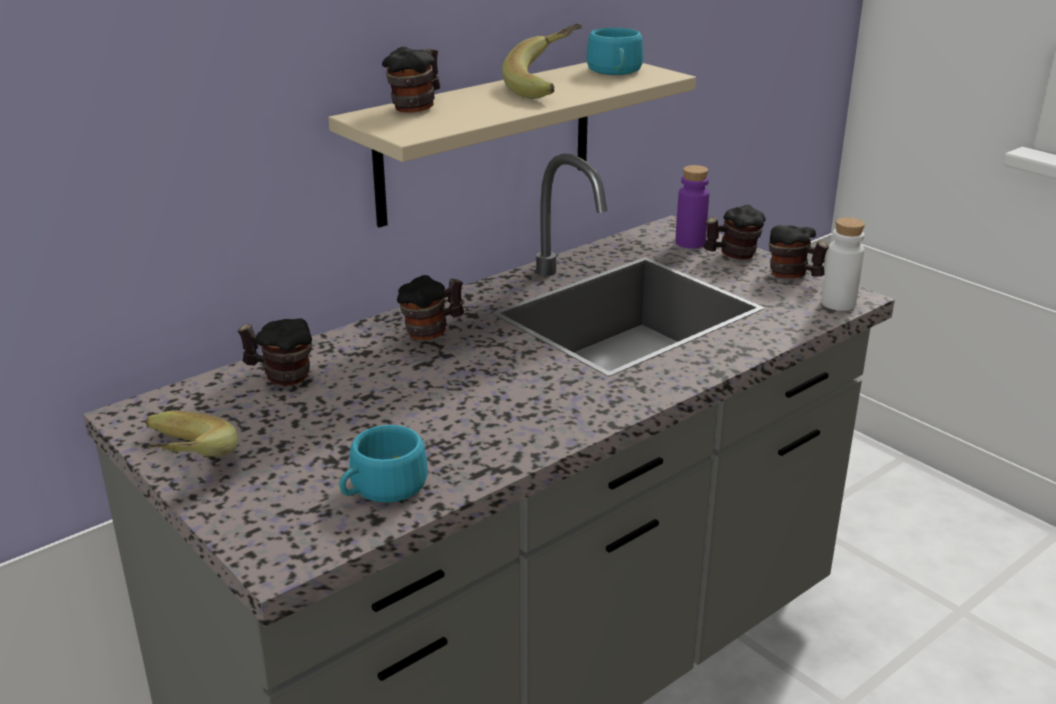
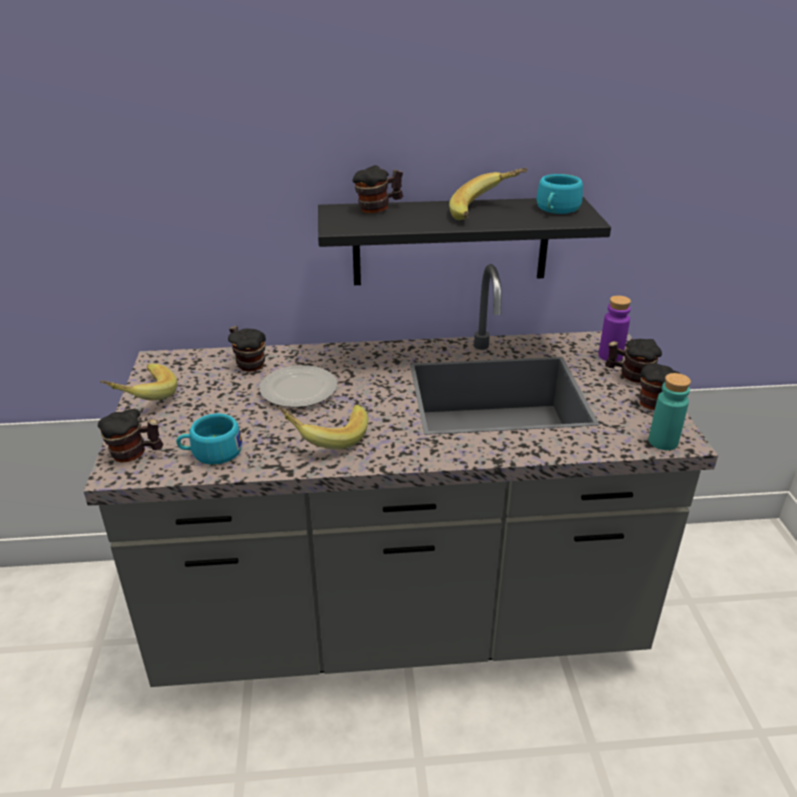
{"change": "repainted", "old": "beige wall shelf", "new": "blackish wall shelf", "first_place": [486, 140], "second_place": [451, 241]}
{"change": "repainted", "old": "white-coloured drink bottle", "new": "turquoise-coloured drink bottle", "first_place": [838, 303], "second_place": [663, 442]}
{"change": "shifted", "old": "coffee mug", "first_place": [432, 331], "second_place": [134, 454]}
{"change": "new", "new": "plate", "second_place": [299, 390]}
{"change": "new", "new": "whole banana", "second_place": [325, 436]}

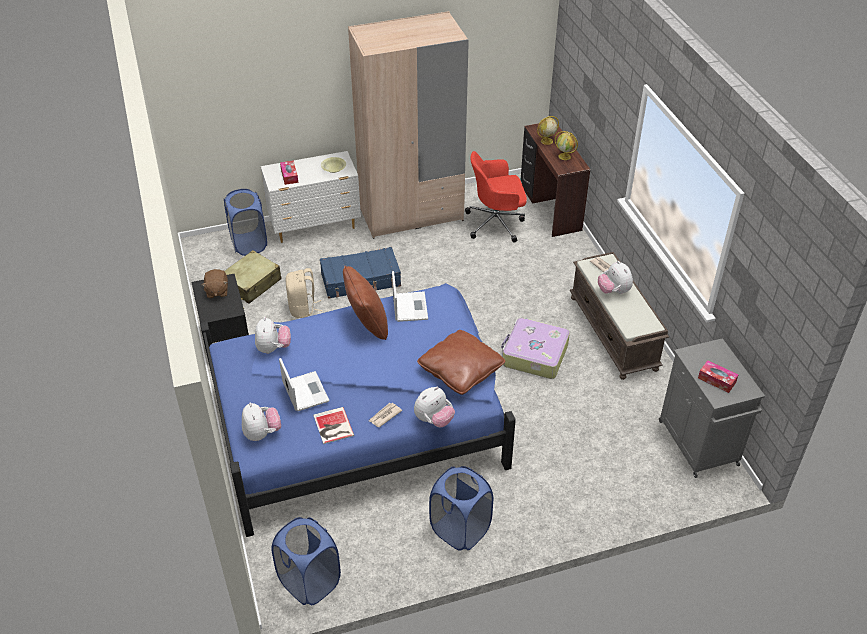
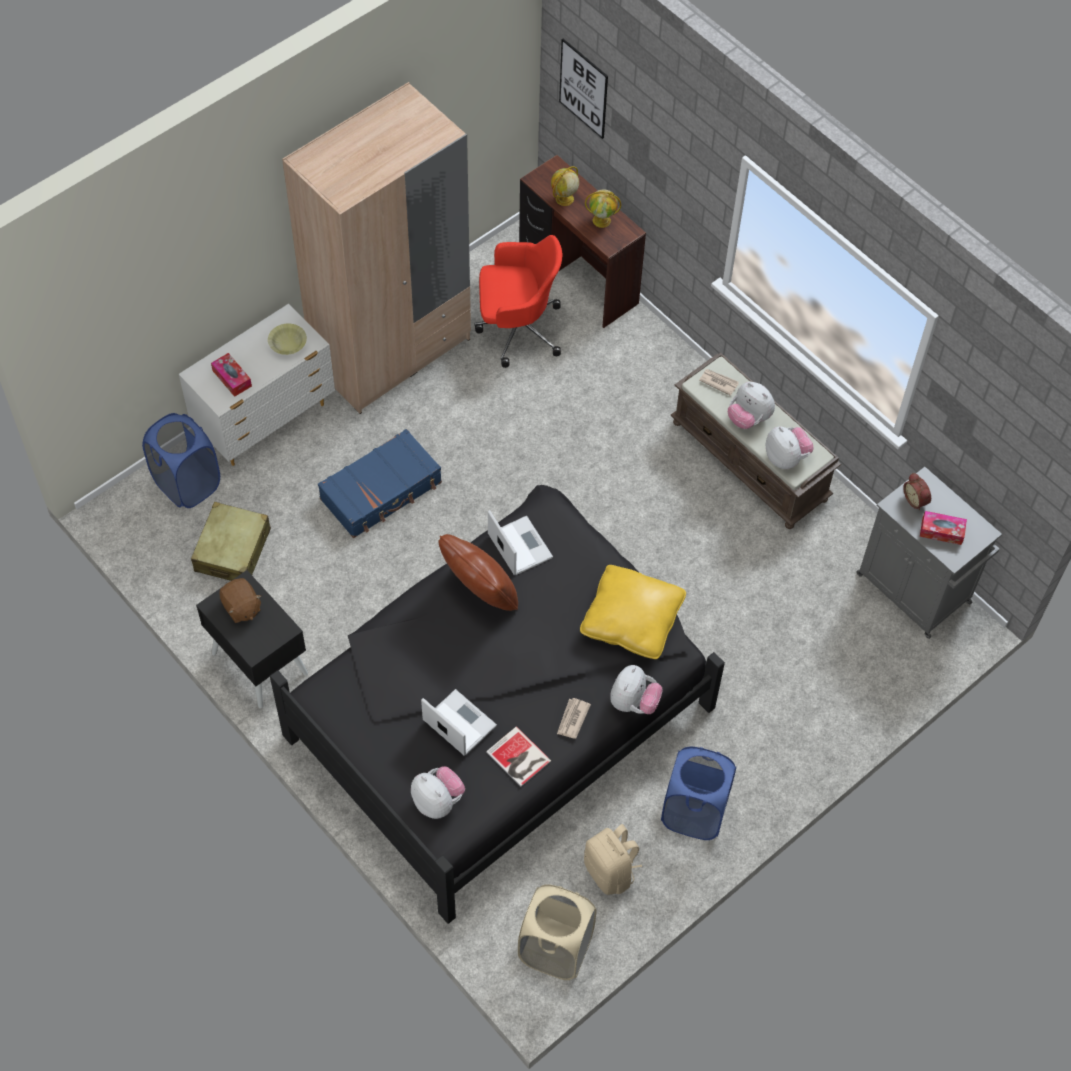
{"change": "rotated", "old": "reddish computer chair", "first_place": [496, 223], "second_place": [517, 329], "degrees": -150}
{"change": "shifted", "old": "beige rucksack", "first_place": [303, 308], "second_place": [610, 871]}
{"change": "repainted", "old": "blue-coloured bedroom bed", "new": "blackish bedroom bed", "first_place": [362, 419], "second_place": [499, 707]}
{"change": "shifted", "old": "soft toy", "first_place": [273, 348], "second_place": [786, 458]}
{"change": "gone", "old": "suitcase", "first_place": [534, 355]}
{"change": "repainted", "old": "brown-coloured throw pillow", "new": "yellow-coloured throw pillow", "first_place": [460, 370], "second_place": [631, 620]}
{"change": "repainted", "old": "blue-coloured hamper", "new": "beige hamper", "first_place": [309, 582], "second_place": [555, 949]}
{"change": "new", "new": "wall art", "second_place": [583, 88]}
{"change": "new", "new": "bedside clock", "second_place": [916, 499]}

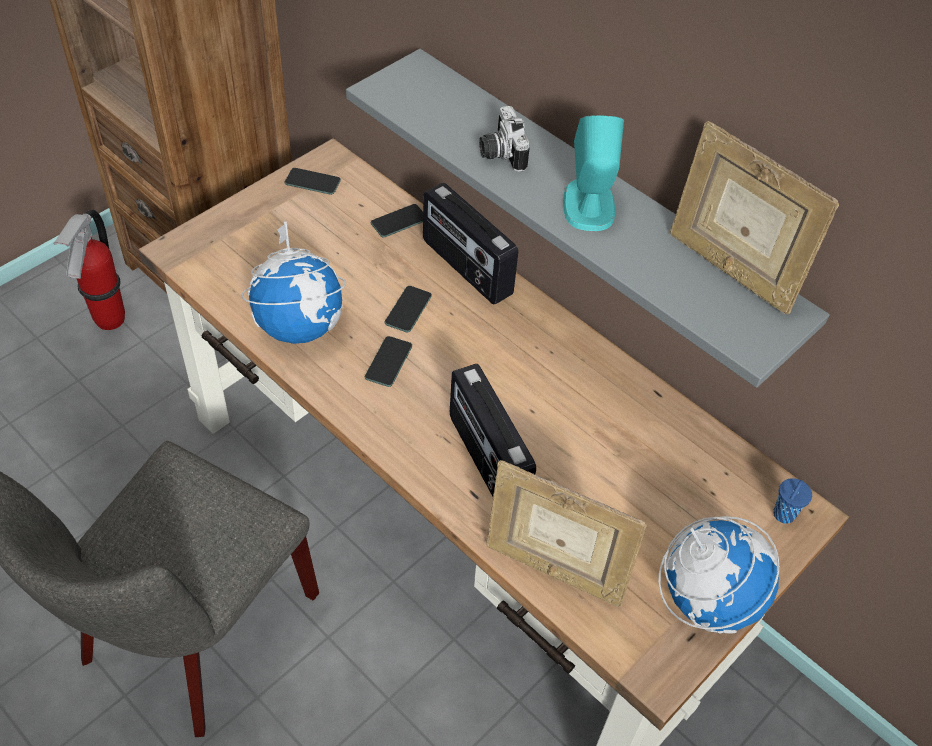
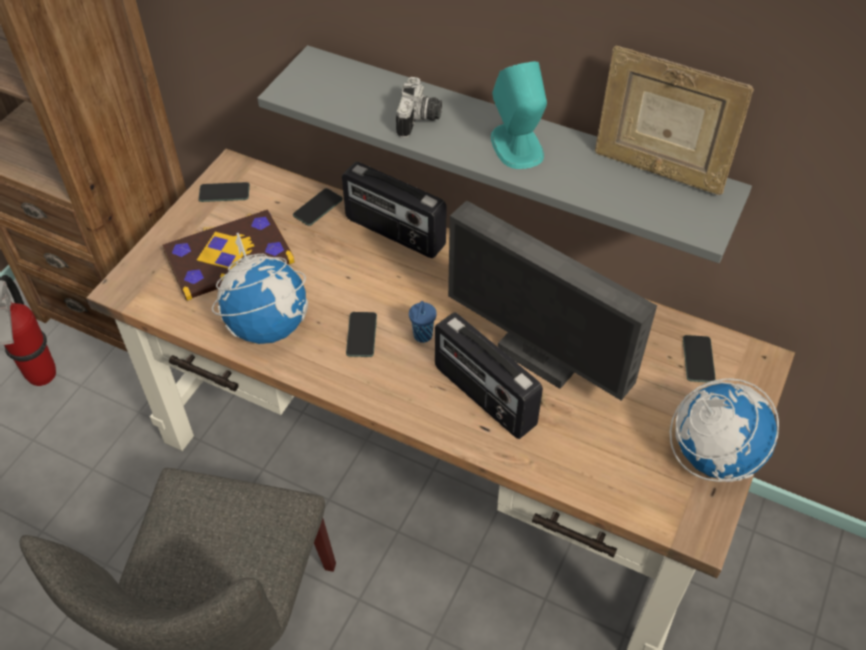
{"change": "rotated", "old": "still camera", "first_place": [499, 153], "second_place": [420, 120], "degrees": -135}
{"change": "shifted", "old": "handset", "first_place": [408, 309], "second_place": [698, 359]}
{"change": "gone", "old": "picture frame", "first_place": [553, 569]}
{"change": "shifted", "old": "blue-coloured drinking cup", "first_place": [783, 515], "second_place": [422, 336]}
{"change": "new", "new": "computer screen", "second_place": [537, 359]}
{"change": "new", "new": "bound book", "second_place": [228, 256]}

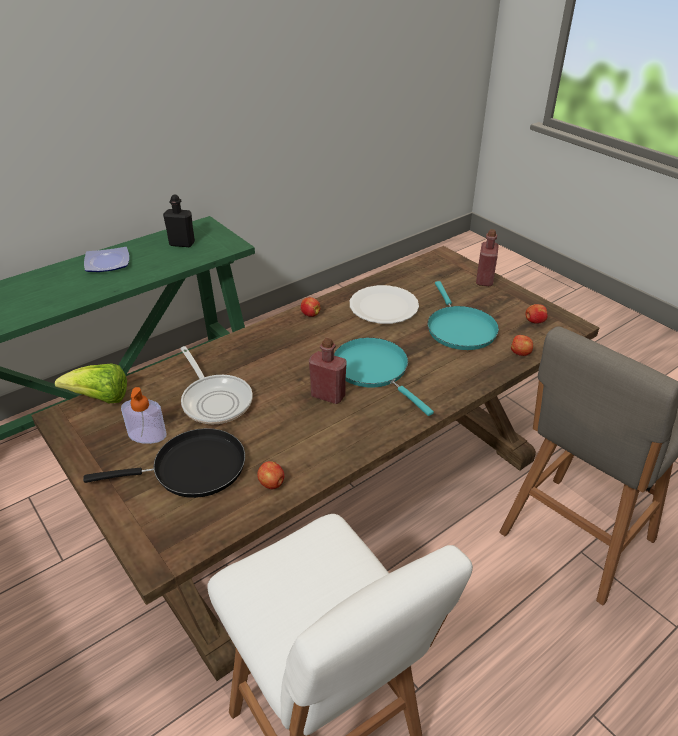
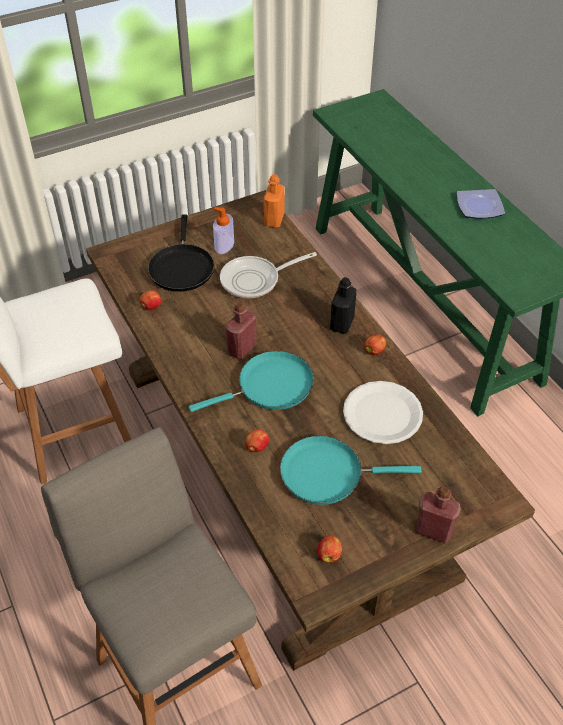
{"change": "shifted", "old": "blackish drink bottle", "first_place": [182, 243], "second_place": [342, 324]}
{"change": "shifted", "old": "whole apple", "first_place": [520, 353], "second_place": [256, 447]}
{"change": "swapped", "old": "lettuce head", "new": "orange drink bottle", "first_place": [100, 398], "second_place": [274, 220]}

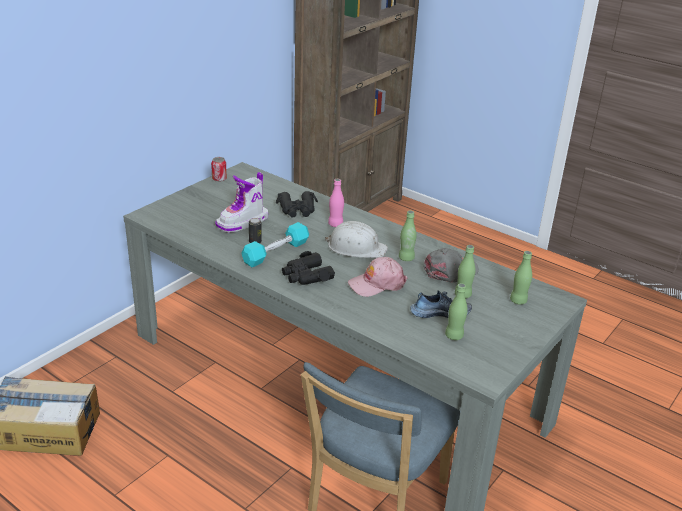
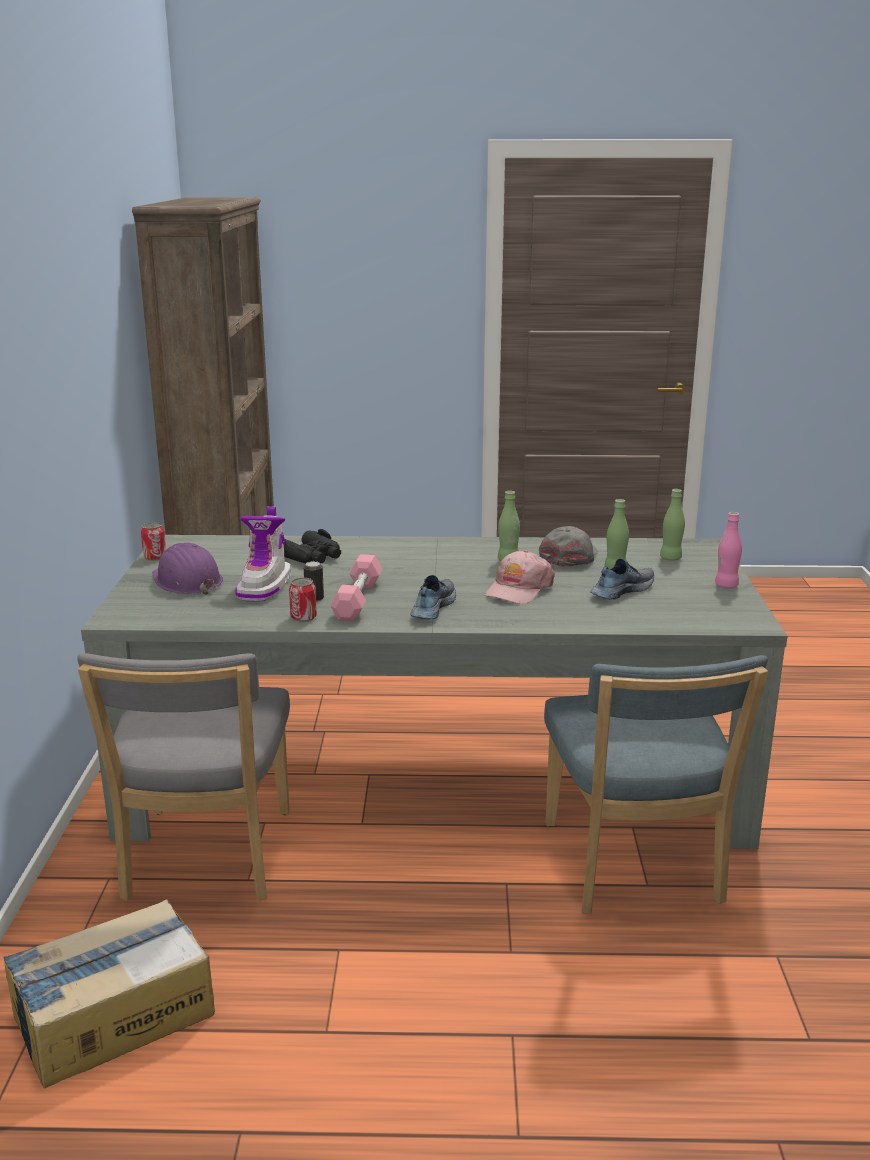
{"change": "shifted", "old": "pink-coloured drink bottle", "first_place": [335, 224], "second_place": [726, 585]}
{"change": "gone", "old": "white-coloured work helmet", "first_place": [356, 248]}
{"change": "repainted", "old": "turquoise-coloured hand weight", "new": "pink-coloured hand weight", "first_place": [276, 252], "second_place": [358, 600]}
{"change": "swapped", "old": "blackish field glasses", "new": "shoe", "first_place": [306, 276], "second_place": [431, 608]}
{"change": "gone", "old": "green drink bottle", "first_place": [454, 336]}
{"change": "new", "new": "purplish work helmet", "second_place": [186, 581]}
{"change": "new", "new": "can", "second_place": [303, 617]}
{"change": "new", "new": "greyish upright chair", "second_place": [205, 860]}

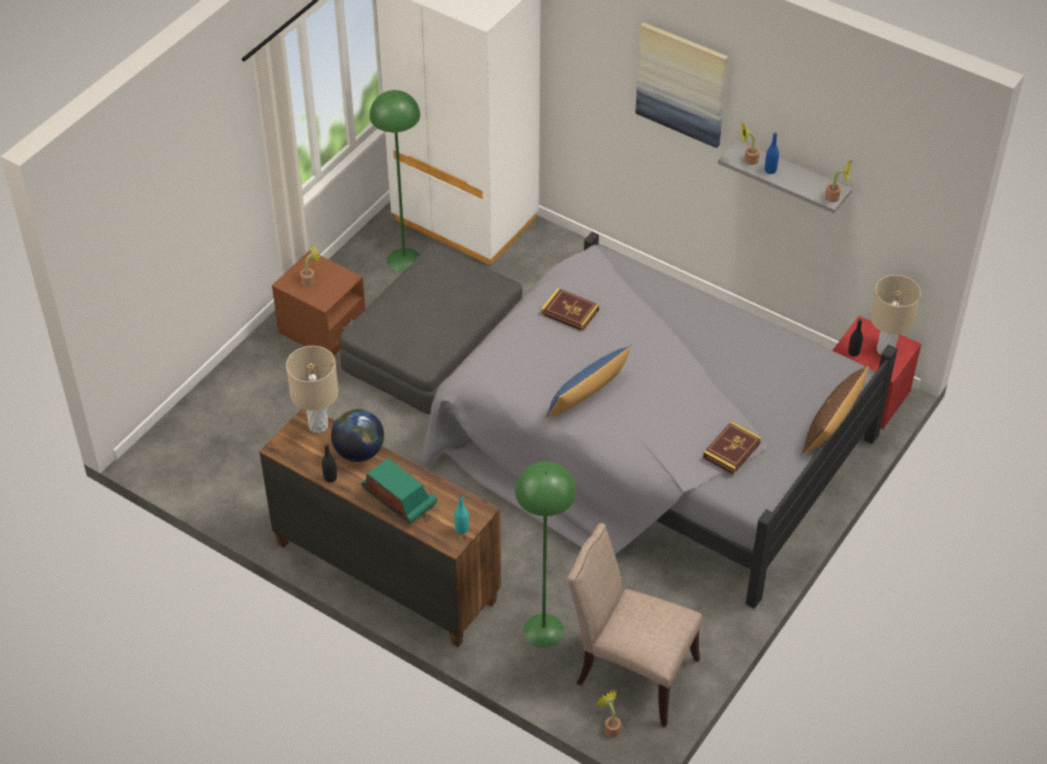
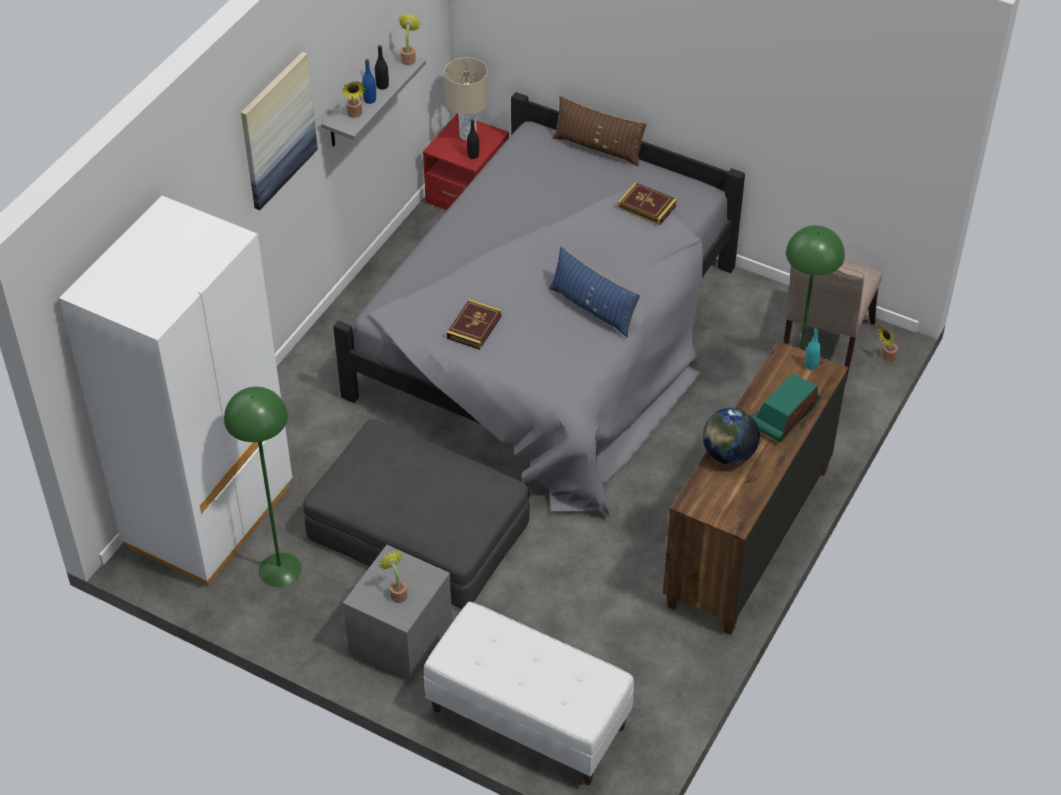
{"change": "repainted", "old": "brown-coloured bedside table", "new": "greyish bedside table", "first_place": [322, 329], "second_place": [400, 637]}
{"change": "gone", "old": "beige table lamp", "first_place": [318, 425]}
{"change": "shifted", "old": "blackish drink bottle", "first_place": [330, 478], "second_place": [382, 86]}
{"change": "new", "new": "white-coloured bench", "second_place": [527, 718]}

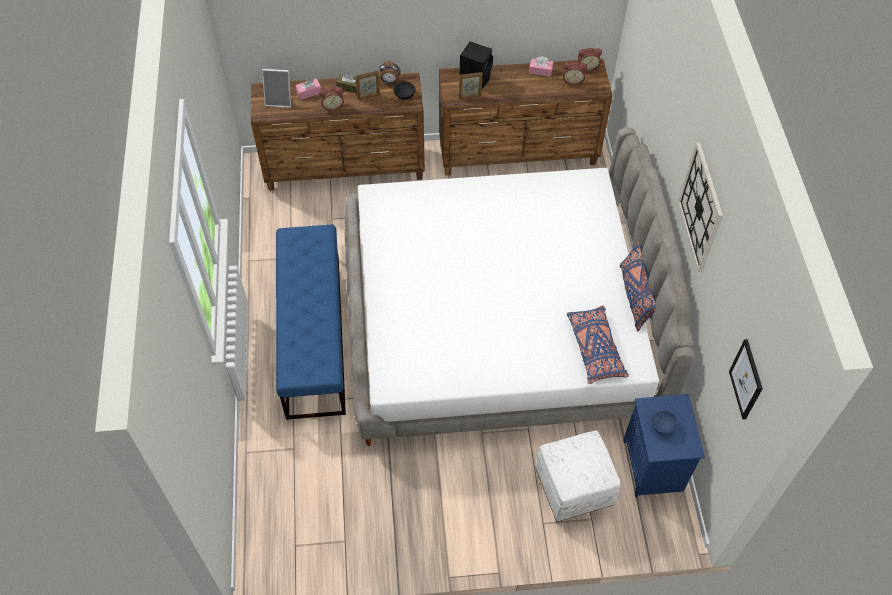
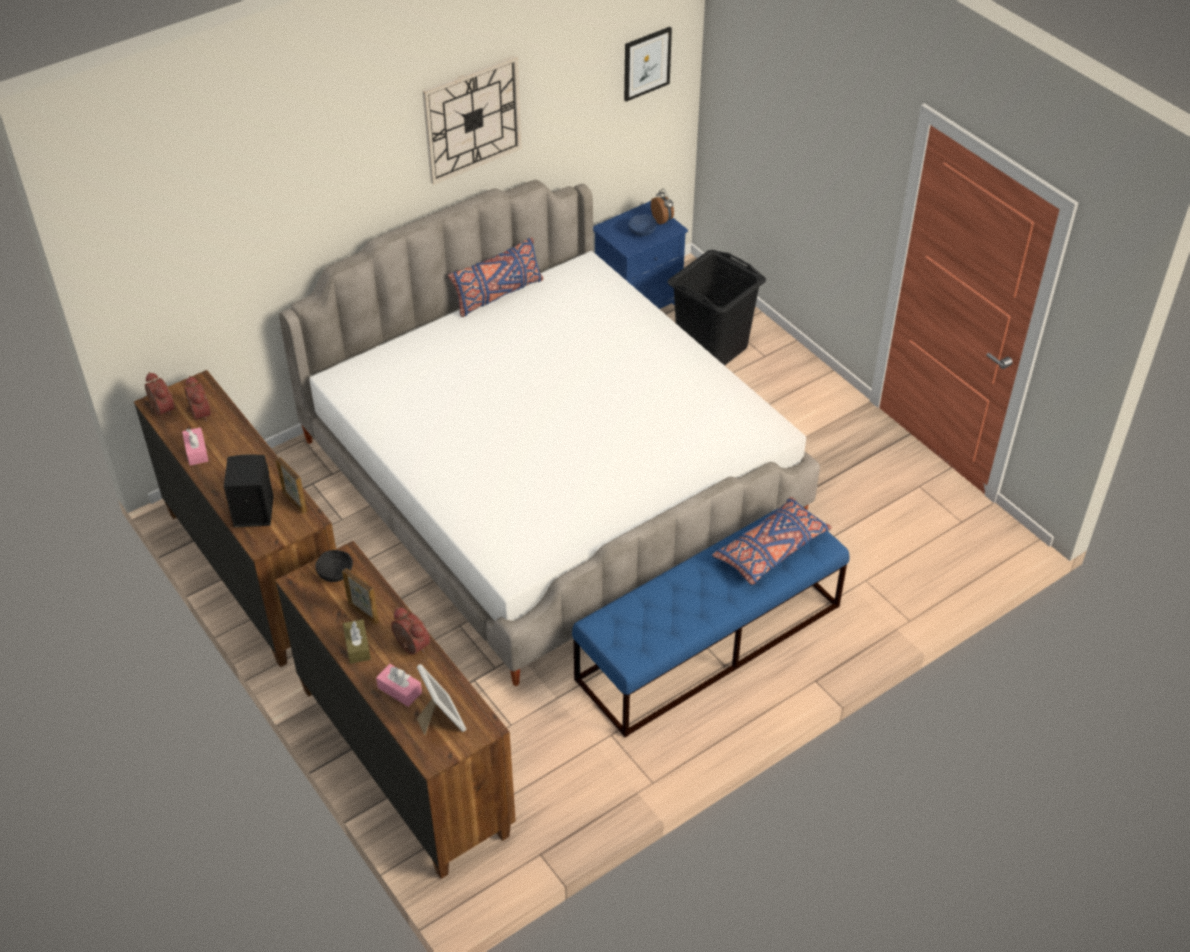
{"change": "shifted", "old": "bedside clock", "first_place": [390, 81], "second_place": [662, 220]}
{"change": "shifted", "old": "blue-coloured throw pillow", "first_place": [595, 349], "second_place": [770, 550]}
{"change": "swapped", "old": "white-coloured ottoman", "new": "blackish hamper", "first_place": [572, 490], "second_place": [712, 348]}

